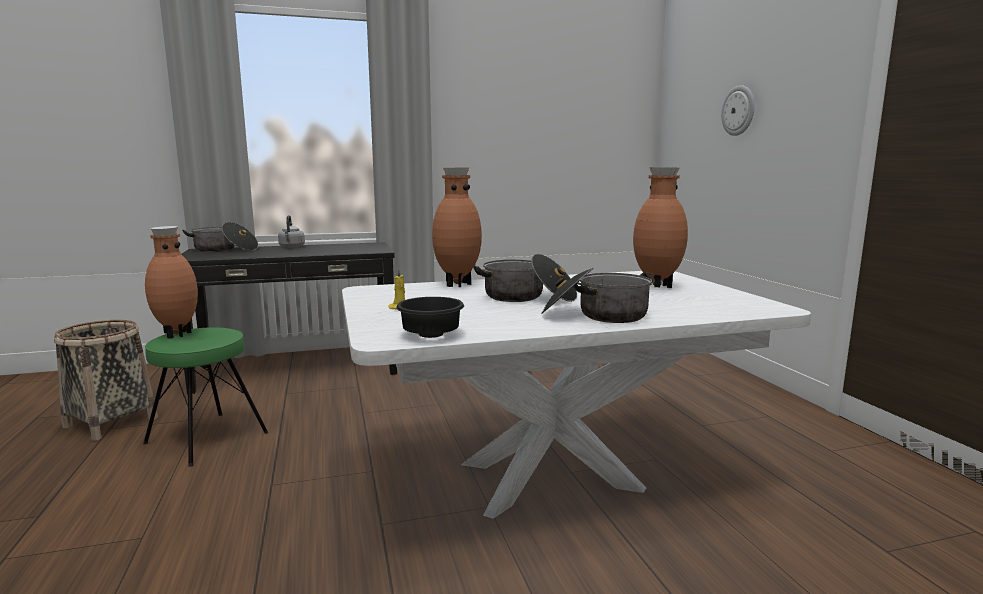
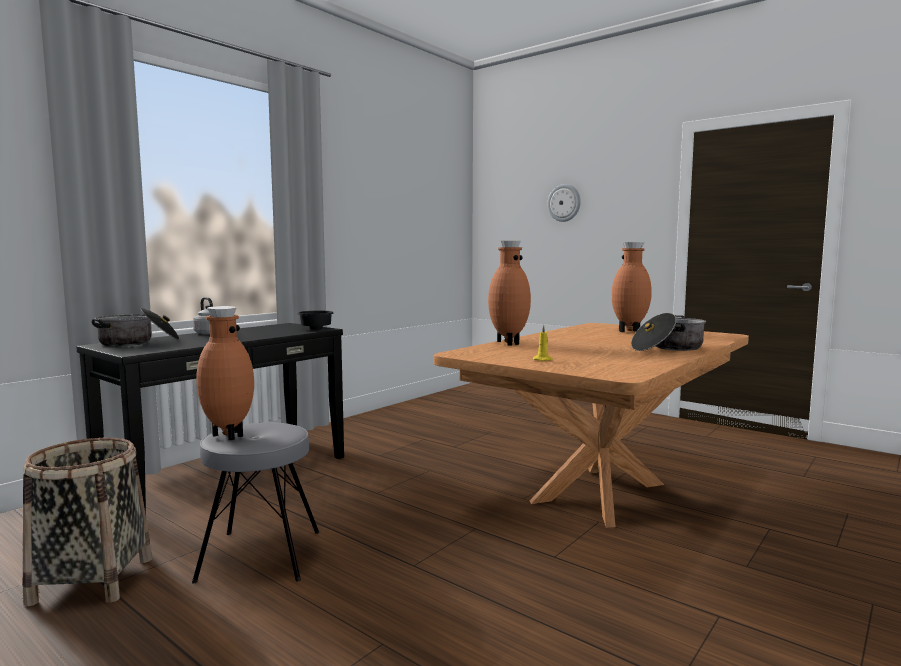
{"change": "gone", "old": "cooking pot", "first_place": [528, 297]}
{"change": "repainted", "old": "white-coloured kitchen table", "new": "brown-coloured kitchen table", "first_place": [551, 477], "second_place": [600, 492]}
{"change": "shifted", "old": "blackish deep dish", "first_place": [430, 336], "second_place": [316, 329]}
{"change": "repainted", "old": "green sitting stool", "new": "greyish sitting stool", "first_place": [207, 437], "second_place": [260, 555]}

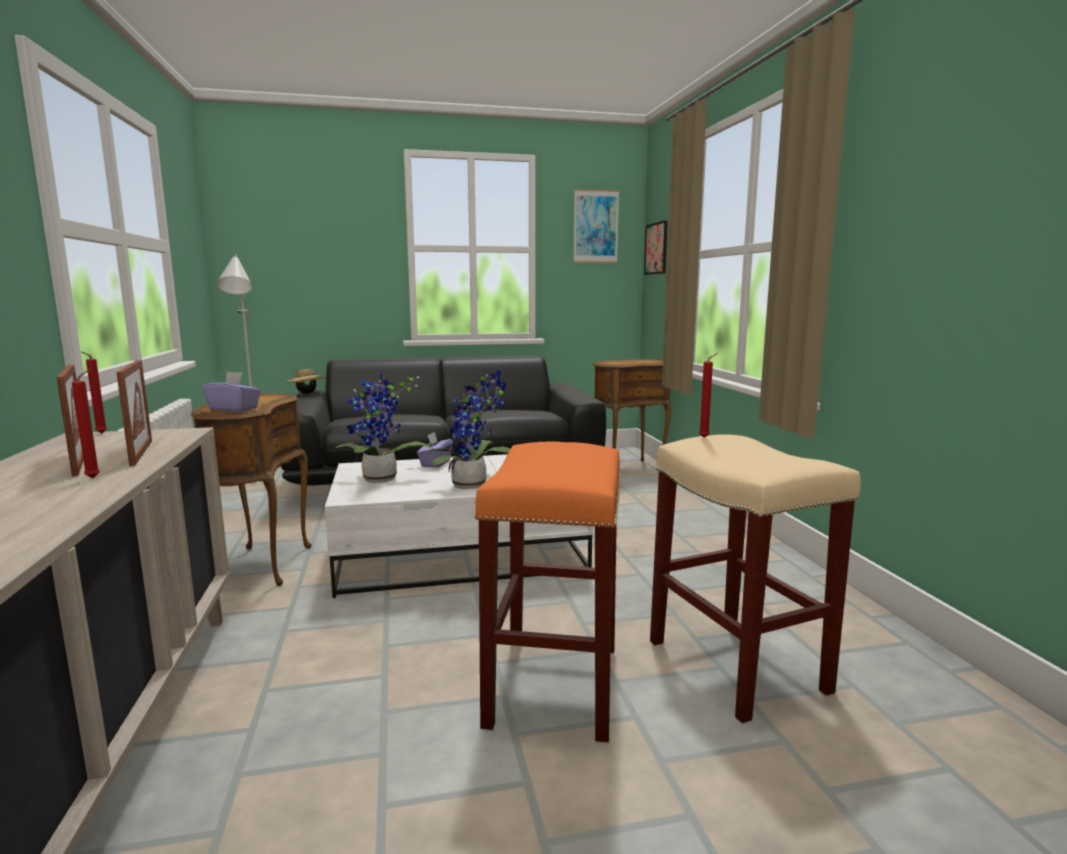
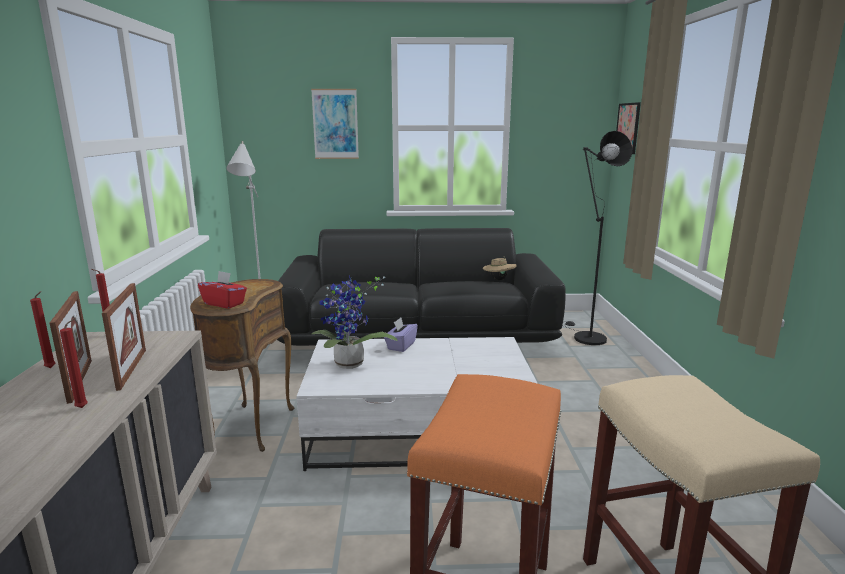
{"change": "shifted", "old": "wall art", "first_place": [595, 226], "second_place": [335, 124]}
{"change": "shifted", "old": "reddish candle", "first_place": [705, 438], "second_place": [51, 368]}
{"change": "swapped", "old": "brown-coloured side table", "new": "blackish floor lamp", "first_place": [627, 468], "second_place": [585, 336]}
{"change": "shifted", "old": "beige clothing hat", "first_place": [307, 393], "second_place": [498, 279]}
{"change": "gone", "old": "houseplant", "first_place": [473, 485]}
{"change": "repainted", "old": "purplish box of tissues", "new": "reddish box of tissues", "first_place": [234, 409], "second_place": [224, 303]}

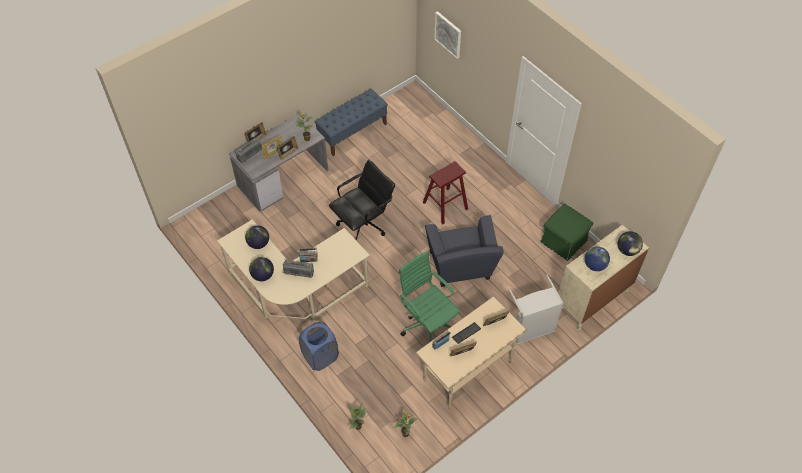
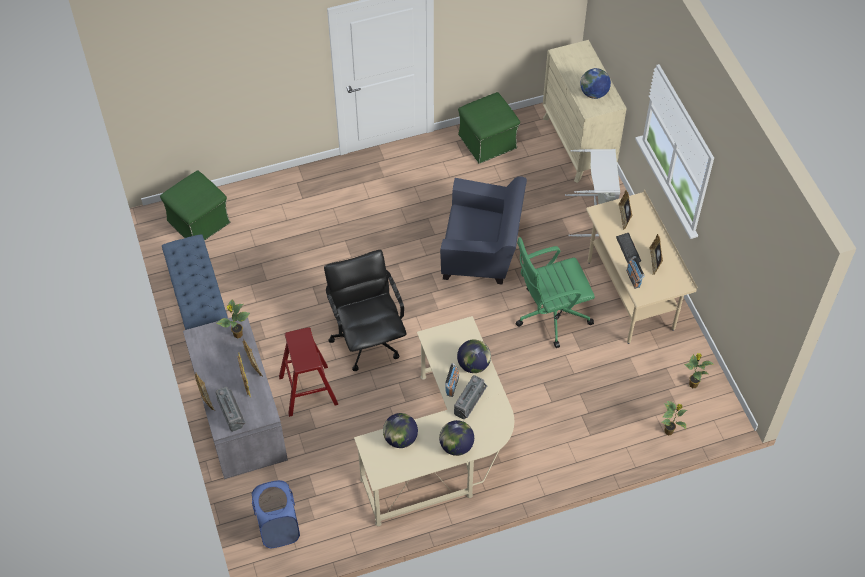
{"change": "gone", "old": "wall art", "first_place": [448, 34]}
{"change": "shifted", "old": "reddish sitting stool", "first_place": [445, 205], "second_place": [308, 390]}
{"change": "shifted", "old": "globe", "first_place": [627, 250], "second_place": [473, 365]}
{"change": "shifted", "old": "blue-coloured hamper", "first_place": [320, 357], "second_place": [279, 528]}
{"change": "new", "new": "green ottoman", "second_place": [199, 221]}

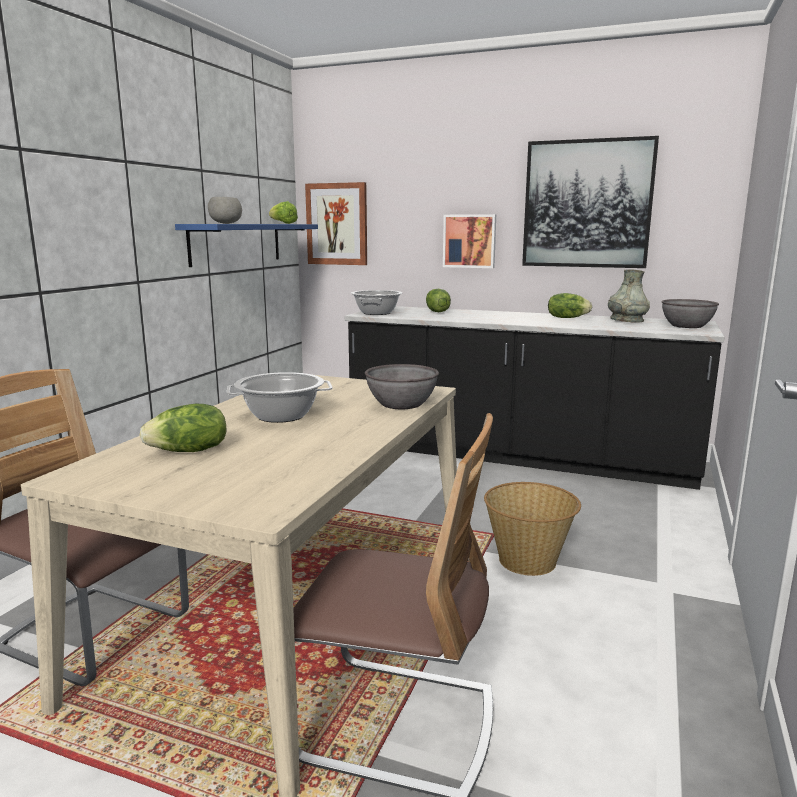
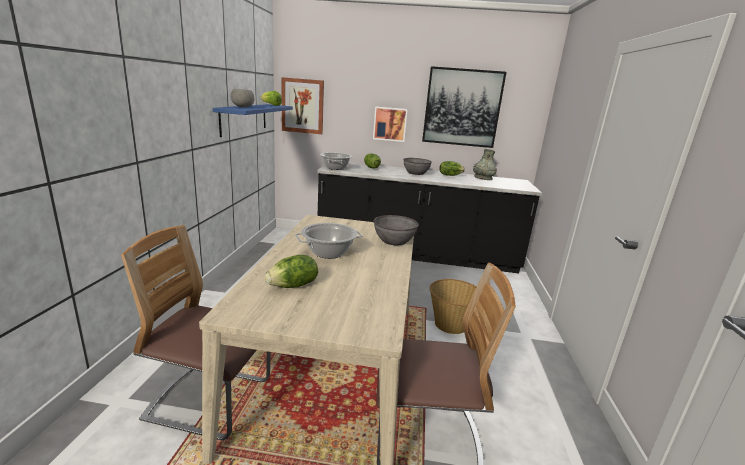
{"change": "shifted", "old": "greyish deep dish", "first_place": [687, 326], "second_place": [416, 173]}

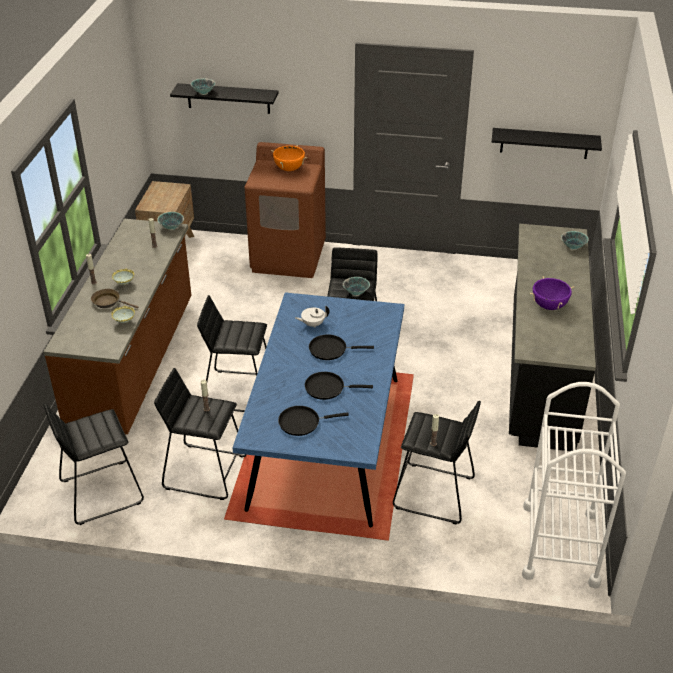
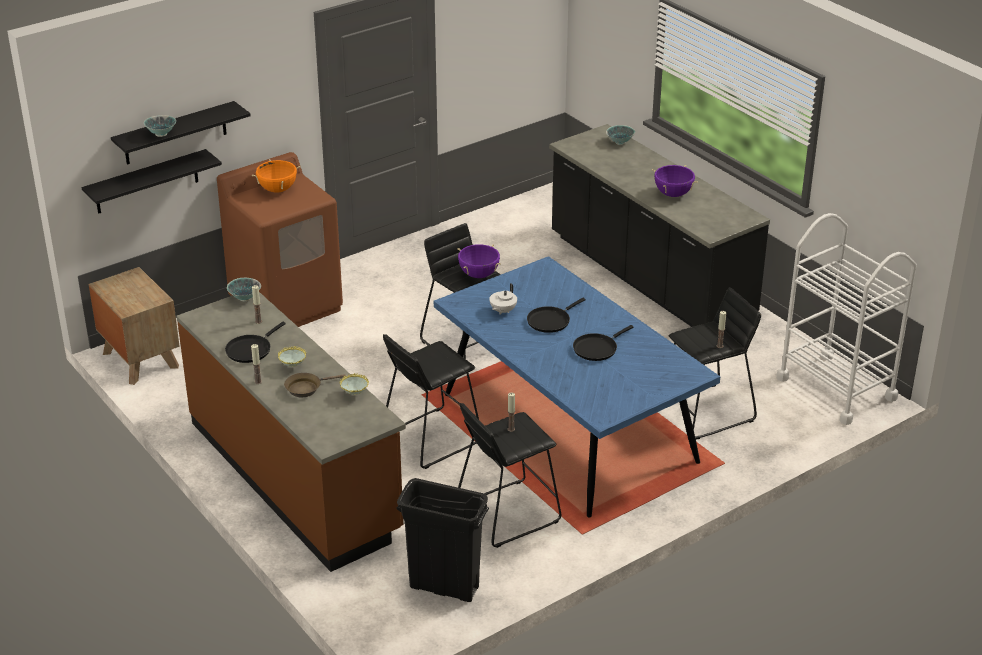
{"change": "shifted", "old": "blackish wall shelf", "first_place": [544, 143], "second_place": [146, 182]}
{"change": "swapped", "old": "deep dish", "new": "purplish cooking pot", "first_place": [356, 293], "second_place": [479, 275]}
{"change": "swapped", "old": "blackish sitting stool", "new": "blackish waste bin", "first_place": [101, 491], "second_place": [443, 587]}
{"change": "shifted", "old": "blackish pan", "first_place": [302, 422], "second_place": [250, 349]}

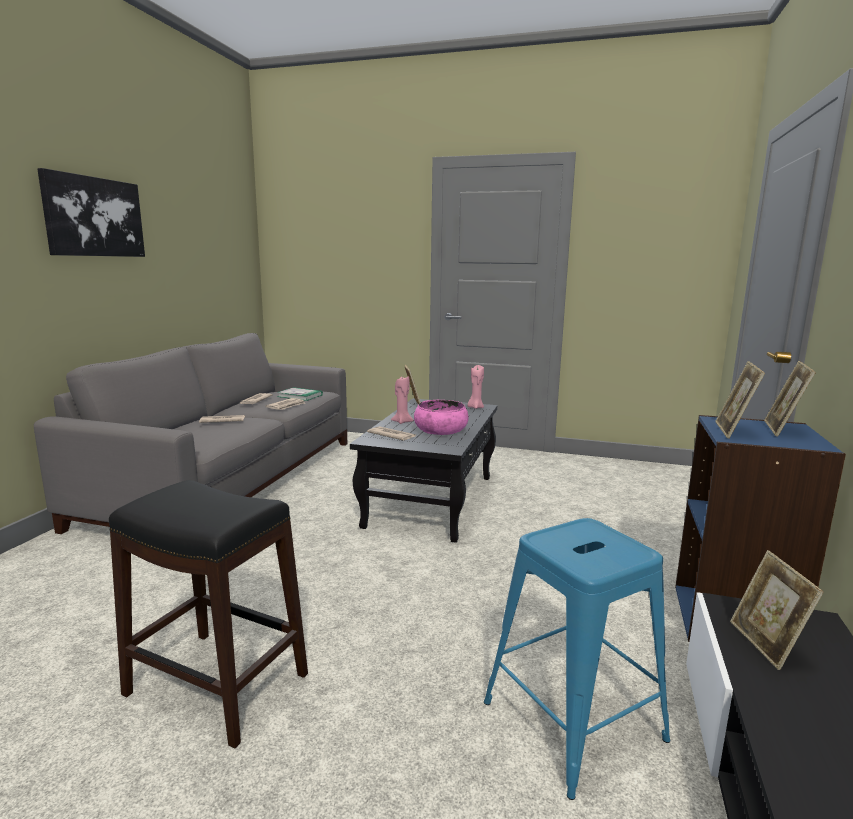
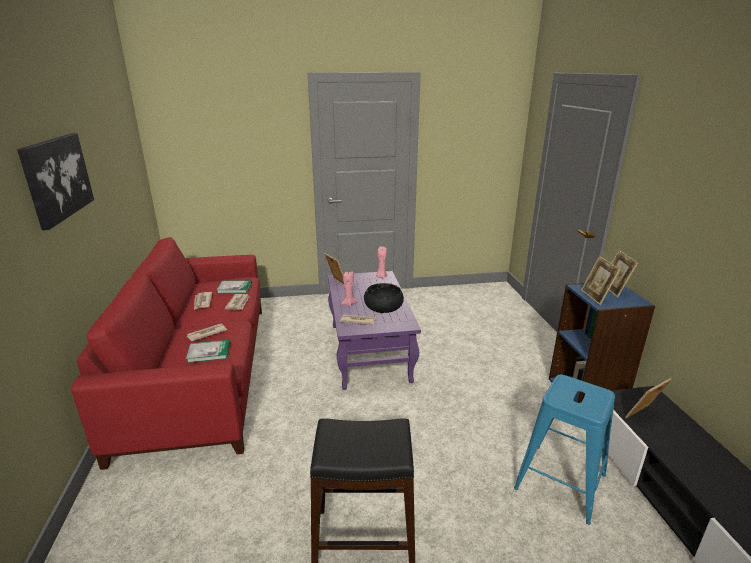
{"change": "repainted", "old": "greyish couch", "new": "reddish couch", "first_place": [232, 479], "second_place": [202, 371]}
{"change": "repainted", "old": "blackish low table", "new": "purplish low table", "first_place": [431, 500], "second_place": [369, 351]}
{"change": "repainted", "old": "pink-coloured deep dish", "new": "blackish deep dish", "first_place": [440, 430], "second_place": [383, 307]}
{"change": "rotated", "old": "picture frame", "first_place": [766, 644], "second_place": [642, 415], "degrees": 90}
{"change": "new", "new": "bound book", "second_place": [208, 352]}

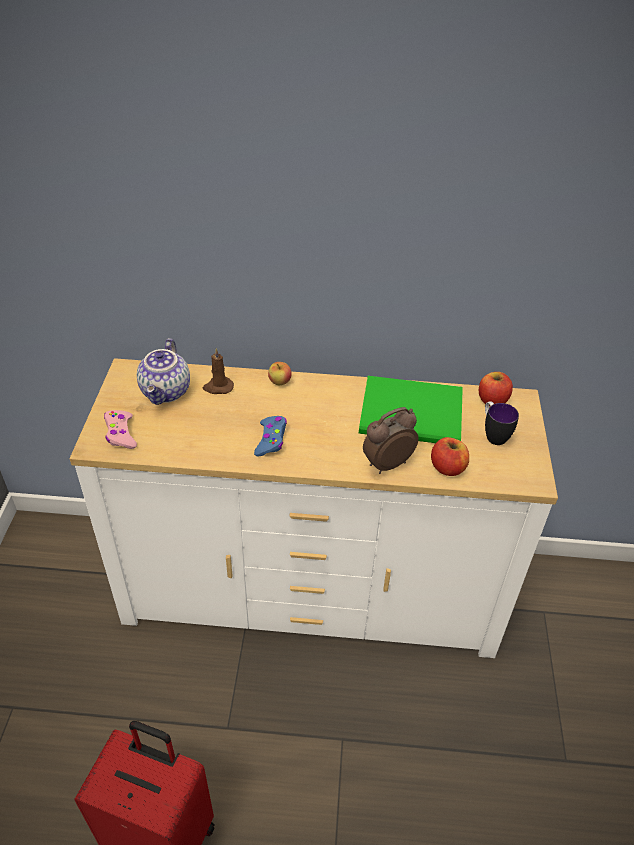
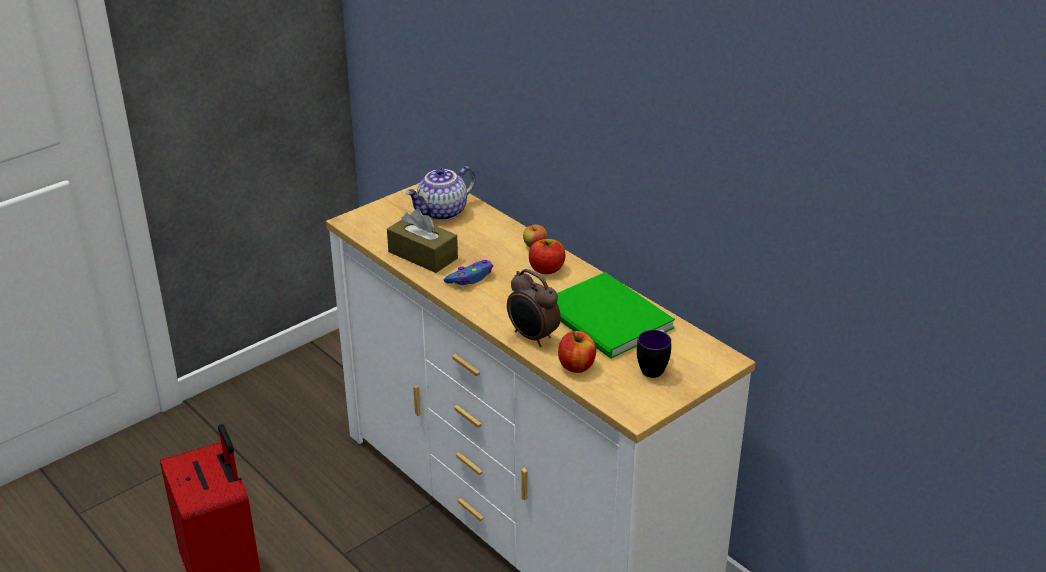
{"change": "gone", "old": "brown-coloured candle", "first_place": [218, 387]}
{"change": "shifted", "old": "whole apple", "first_place": [492, 400], "second_place": [546, 269]}
{"change": "rotated", "old": "bedside clock", "first_place": [386, 463], "second_place": [532, 337], "degrees": -150}
{"change": "gone", "old": "pink-coloured gamepad", "first_place": [121, 434]}
{"change": "new", "new": "brown-coloured box of tissues", "second_place": [423, 255]}

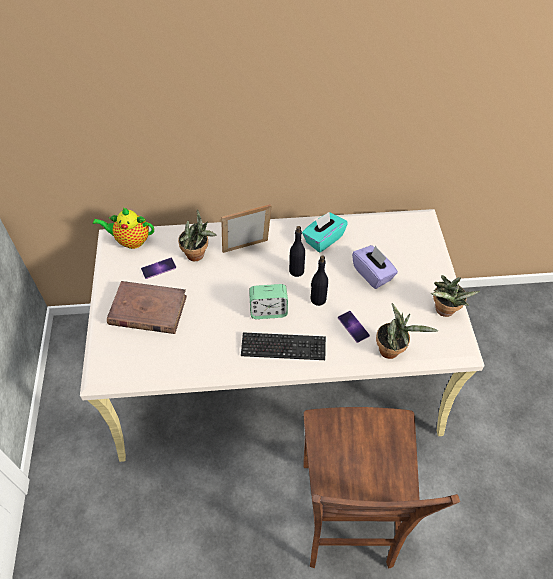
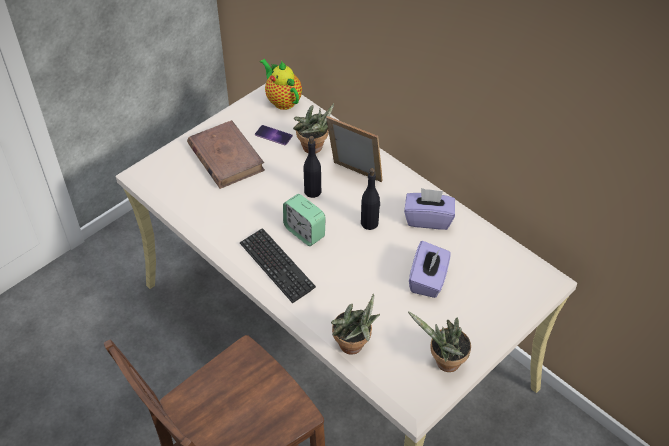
{"change": "repainted", "old": "turquoise-coloured box of tissues", "new": "purplish box of tissues", "first_place": [323, 239], "second_place": [428, 219]}
{"change": "shifted", "old": "blackish drink bottle", "first_place": [318, 299], "second_place": [312, 191]}
{"change": "gone", "old": "handset", "first_place": [353, 326]}

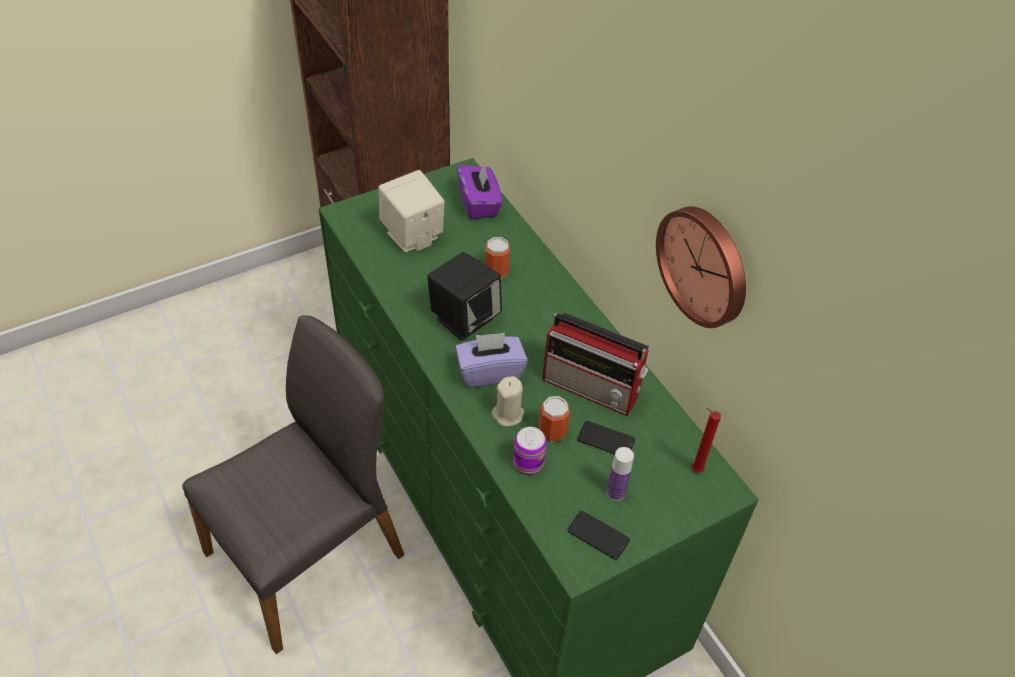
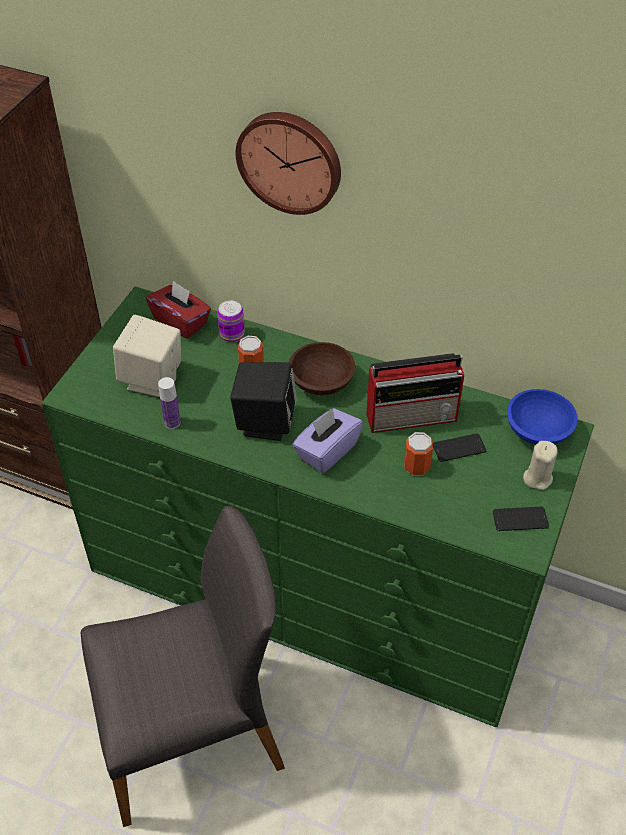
{"change": "repainted", "old": "purplish box of tissues", "new": "reddish box of tissues", "first_place": [479, 204], "second_place": [181, 322]}
{"change": "shifted", "old": "clock on the wall", "first_place": [705, 265], "second_place": [290, 161]}
{"change": "rotated", "old": "greyish upright chair", "first_place": [308, 554], "second_place": [192, 731], "degrees": 60}
{"change": "shifted", "old": "beige candle", "first_place": [508, 414], "second_place": [537, 478]}
{"change": "swapped", "old": "reddish candle", "new": "blue-coloured deep dish", "first_place": [694, 470], "second_place": [536, 430]}
{"change": "shifted", "old": "can", "first_place": [528, 463], "second_place": [232, 334]}
{"change": "shifted", "old": "drink bottle", "first_place": [615, 492], "second_place": [172, 422]}
{"change": "new", "new": "brown-coloured deep dish", "second_place": [321, 382]}

